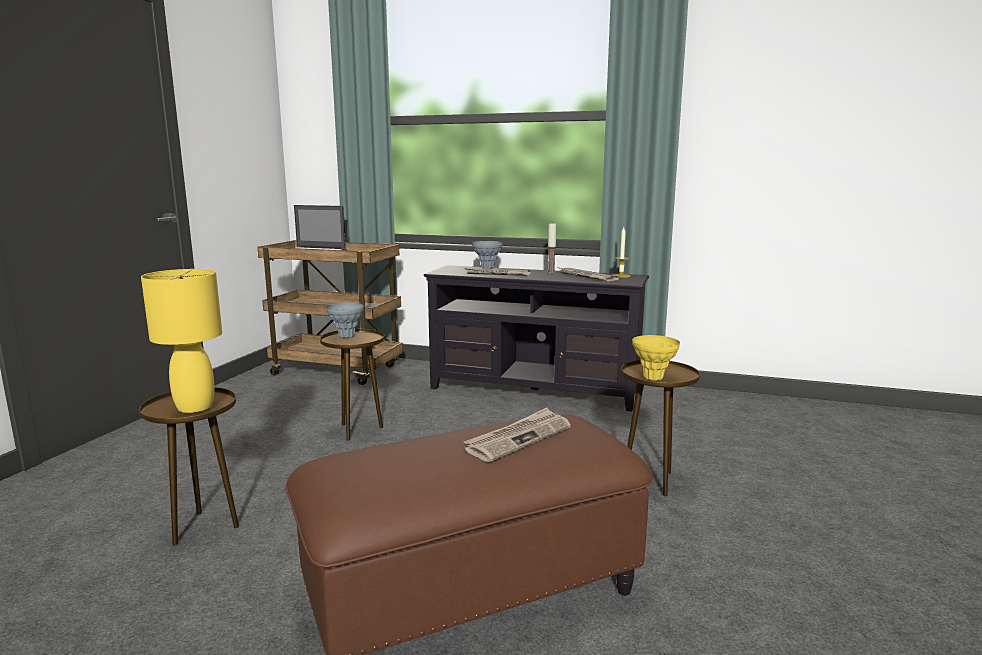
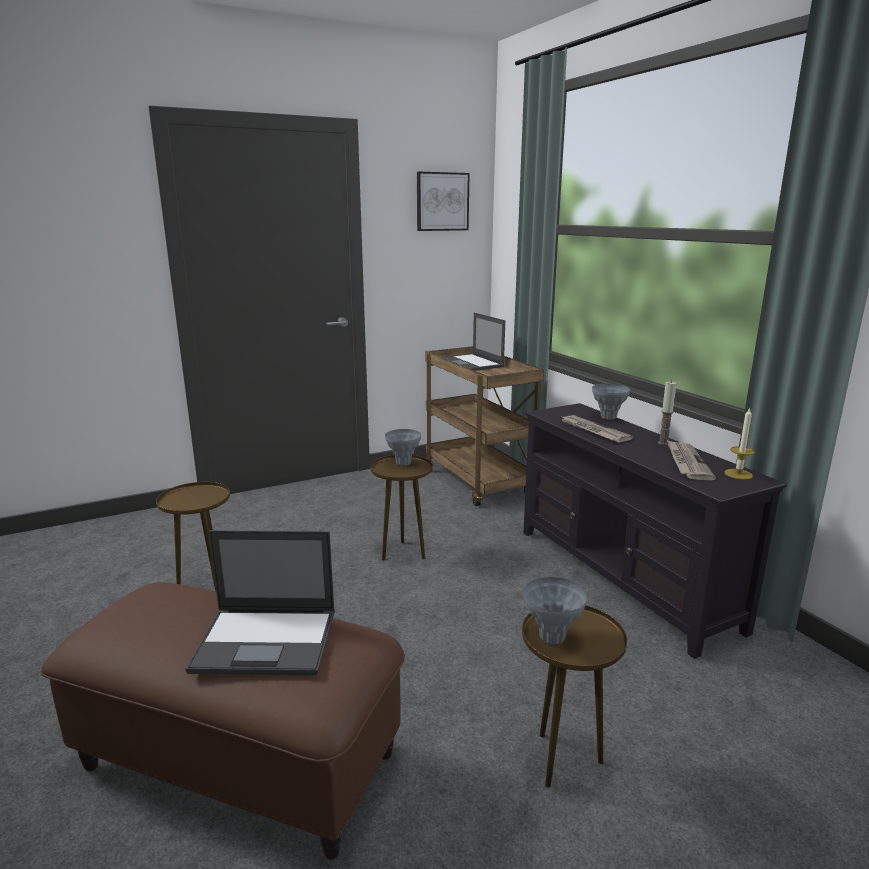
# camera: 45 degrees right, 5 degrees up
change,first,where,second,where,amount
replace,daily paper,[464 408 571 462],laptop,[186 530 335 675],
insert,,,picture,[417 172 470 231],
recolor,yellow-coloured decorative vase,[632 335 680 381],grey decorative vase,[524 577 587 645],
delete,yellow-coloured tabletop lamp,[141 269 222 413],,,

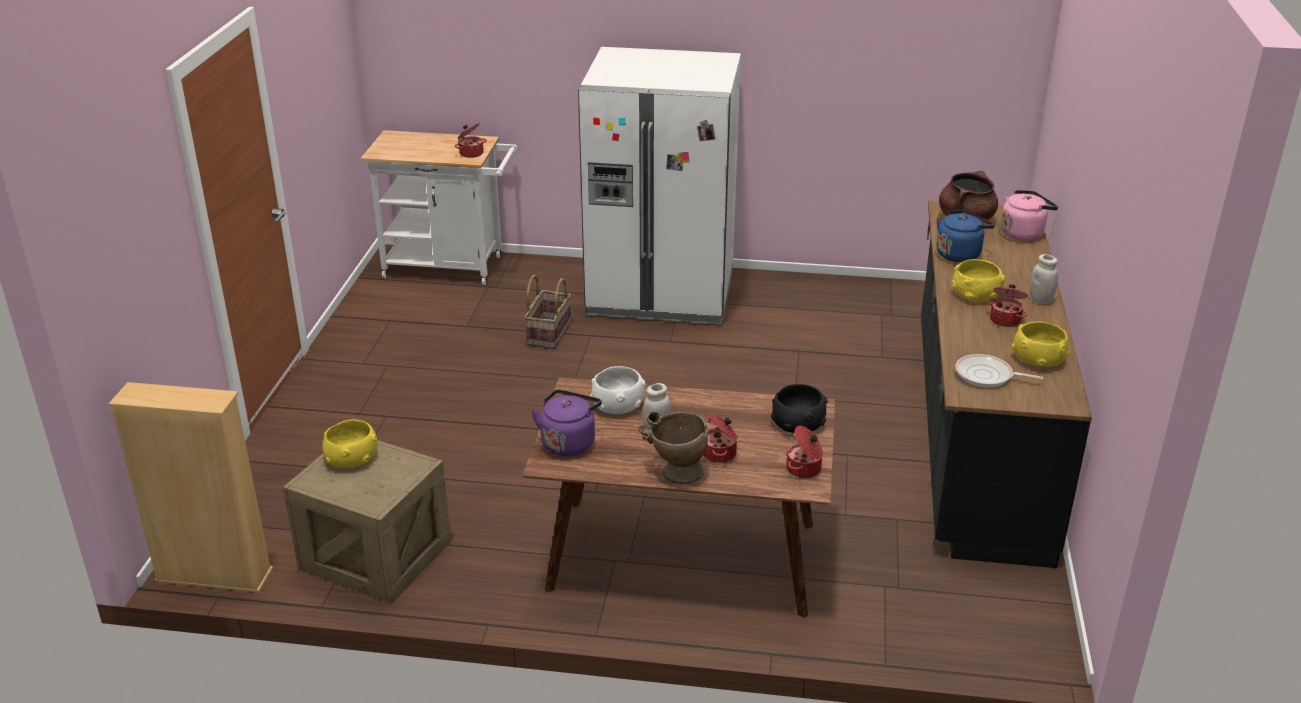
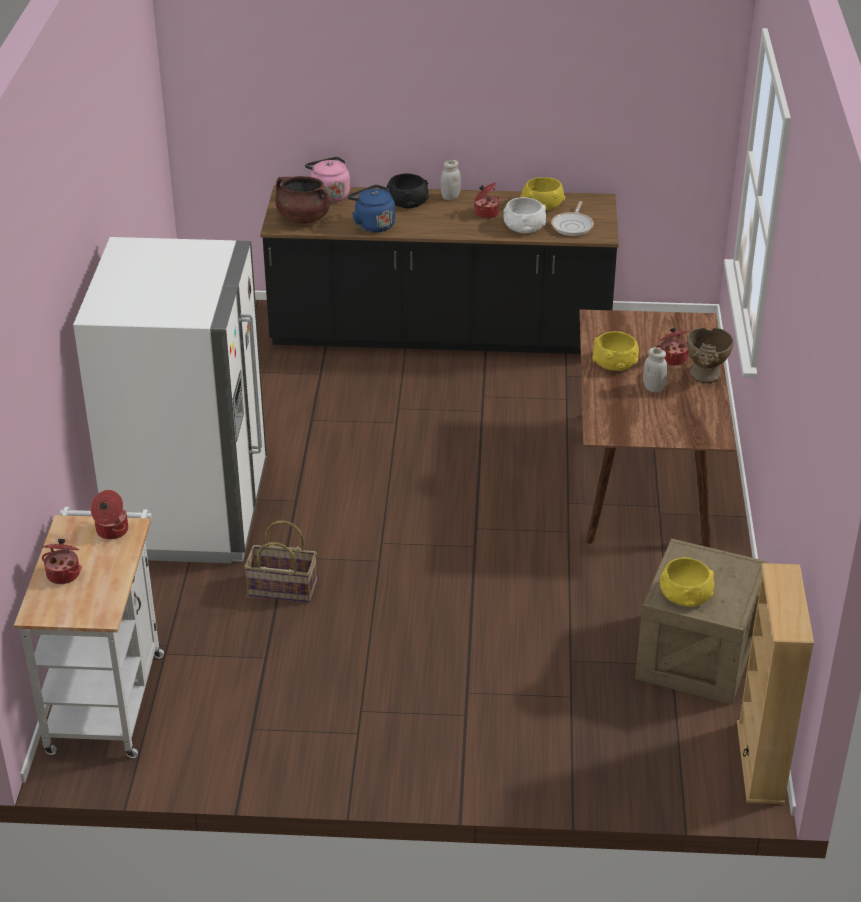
# camera: 95 degrees left, 5 degrees up
change,first,where,second,where,amount
move,saucepot,[786 426 823 478],,[42 539 82 584],
move,black serving bowl,[770 384 828 433],,[387 173 429 208],
move,white-coloured serving bowl,[590 366 645 414],,[503 197 546 233],
move,yellow-coloured serving bowl,[952 259 1006 302],,[592 331 639 371],
delete,purple-coloured water kettle,[531 390 602 456],,,

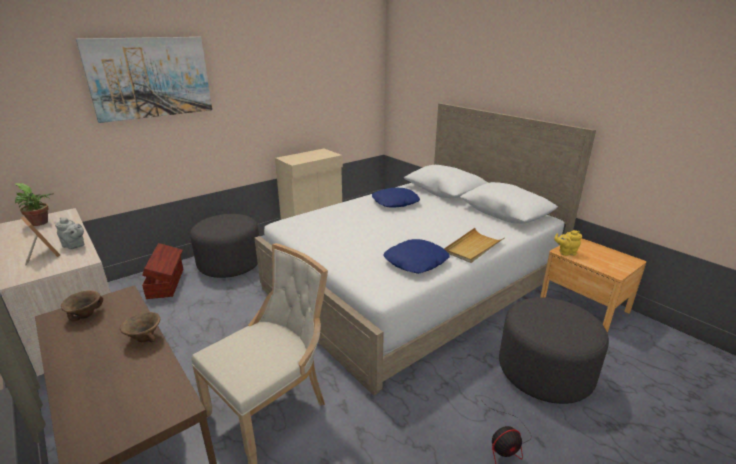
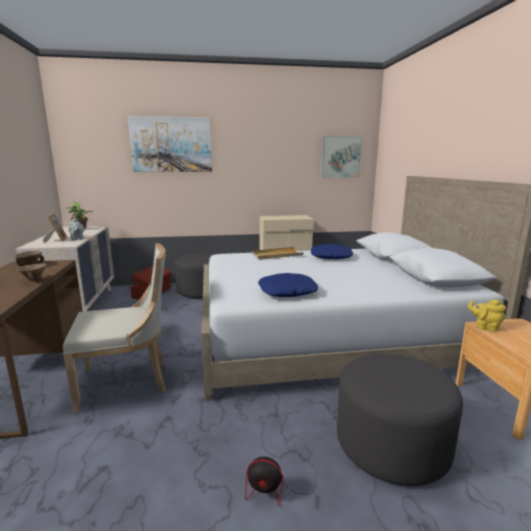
# camera: 30 degrees right, 10 degrees down
change,first,where,second,where,amount
move,sand-coloured serving tray,[444 228 505 263],,[252 247 304 260],
insert,,,picture,[321 136 363 178],

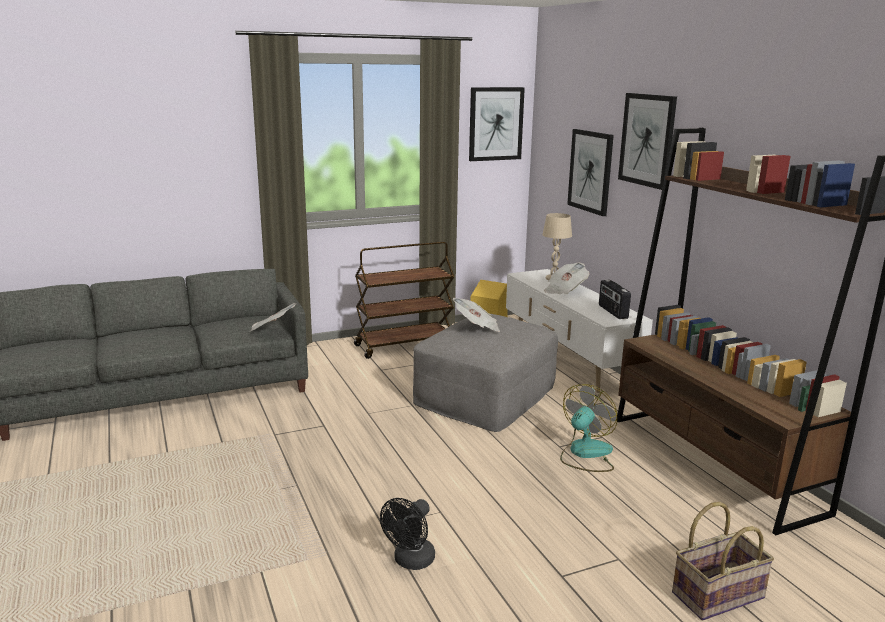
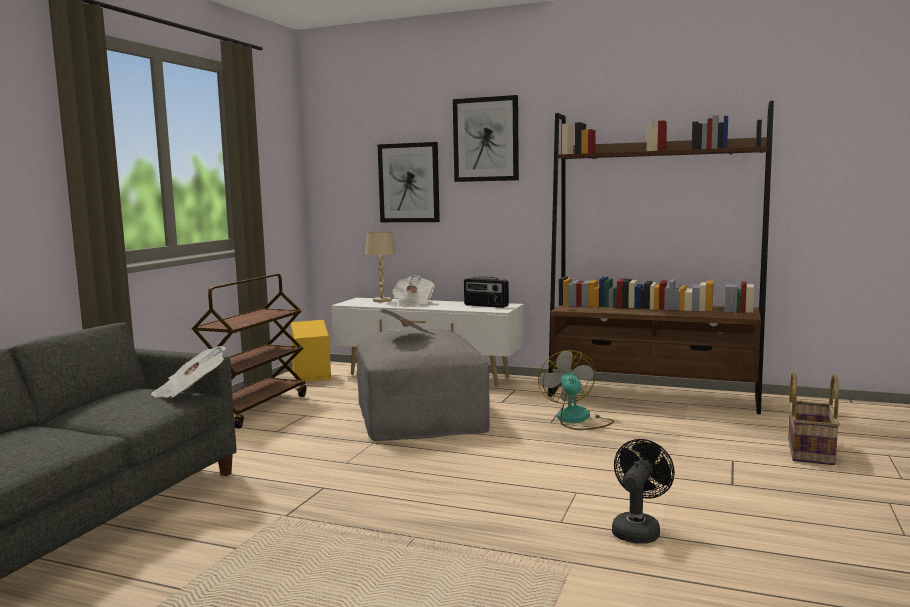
# camera: 45 degrees left, 10 degrees down
change,first,where,second,where,amount
rotate,black electric fan,[380 498 435 570],,[612 439 675 543],135 degrees counterclockwise
delete,picture,[469 87 525 161],,,

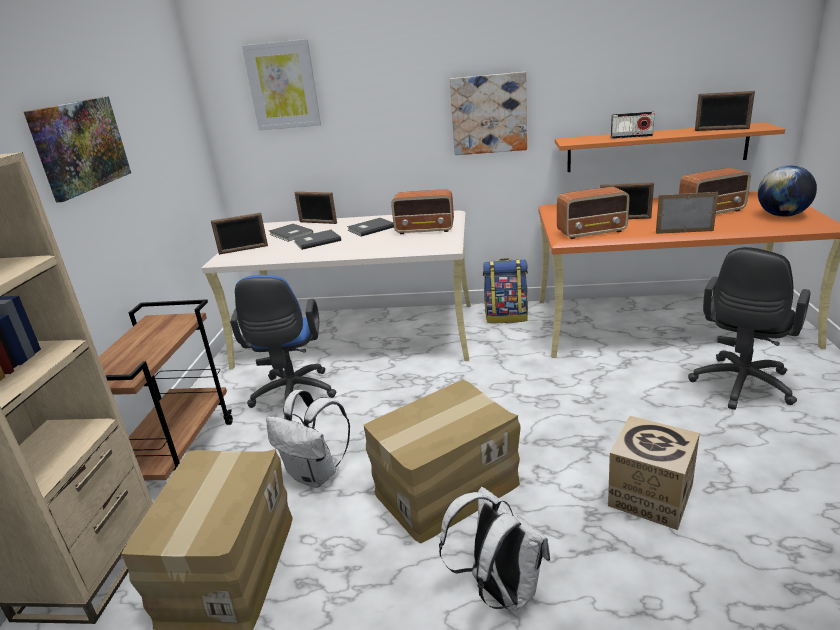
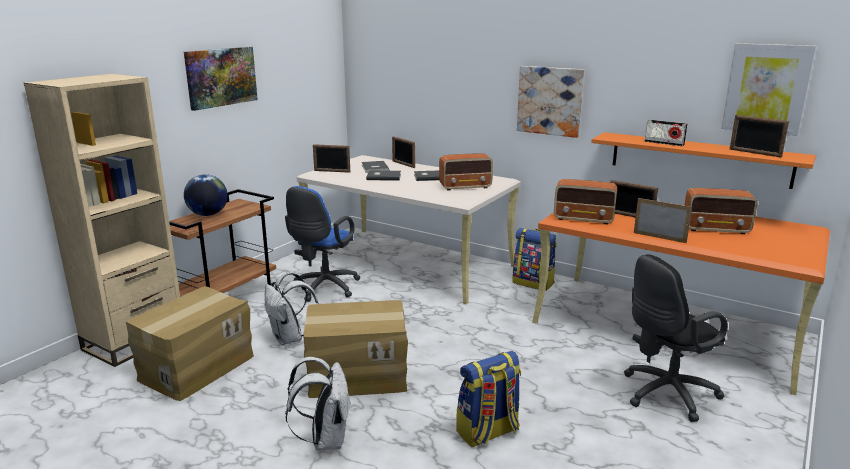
# camera: 25 degrees right, 5 degrees down
change,first,where,second,where,amount
move,world globe,[758 165 817 217],,[184 174 228 216],
rotate,radio receiver,[391 190 454 234],,[439 153 493 191],45 degrees counterclockwise
replace,carton,[608 416 700 530],backpack,[457 351 521 447],
move,picture,[242 39 321 130],,[721 43 816 136],

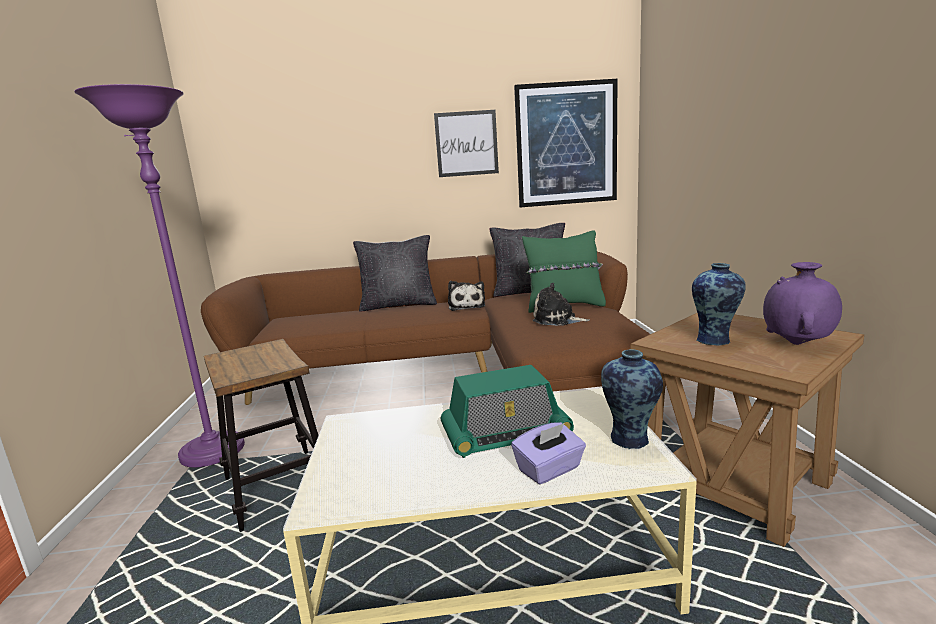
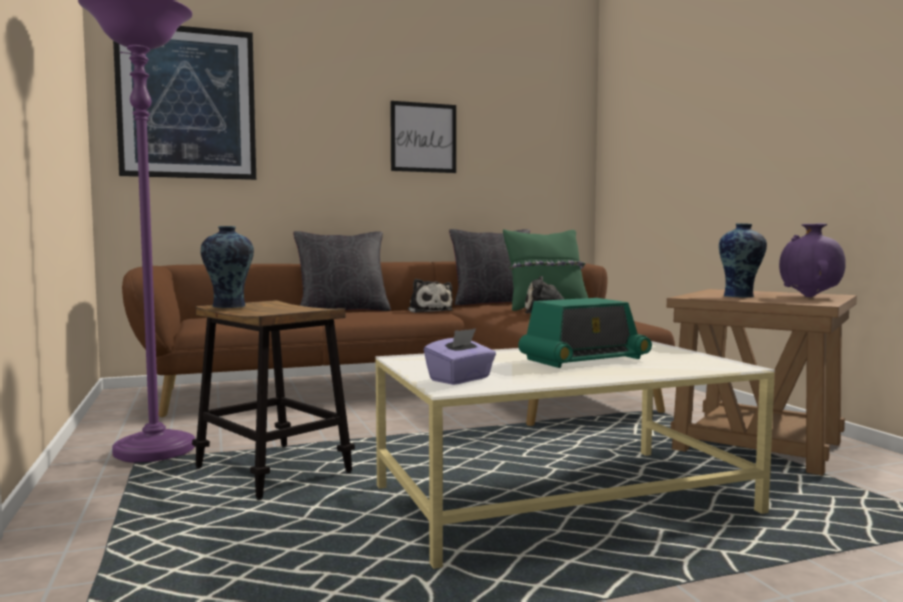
# camera: 15 degrees left, 10 degrees down
change,first,where,second,where,amount
move,picture,[514 79 617 207],,[113 26 256 180],
move,decorative vase,[601 349 663 449],,[200 226 254 308],
move,purple-coloured box of tissues,[511 422 586 485],,[424 328 496 385],

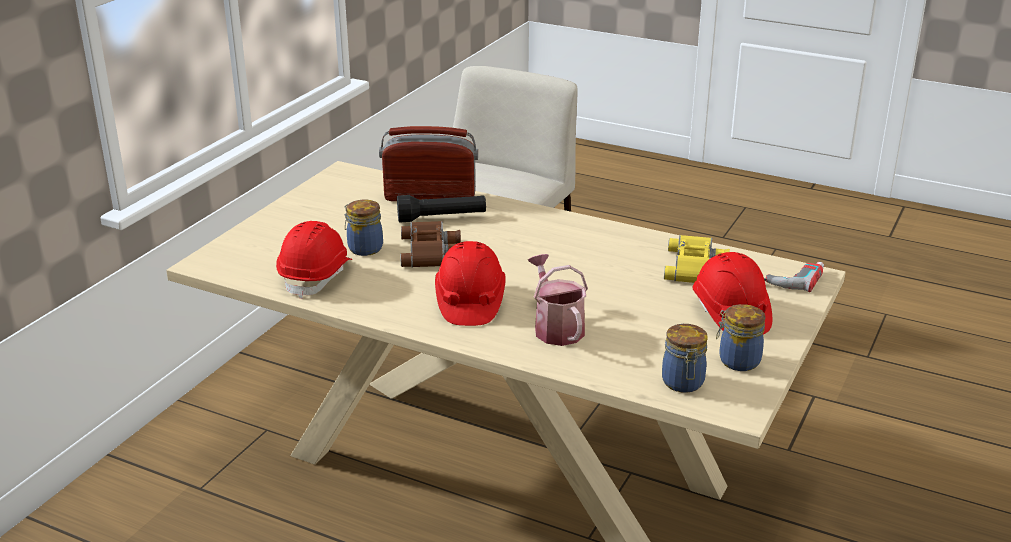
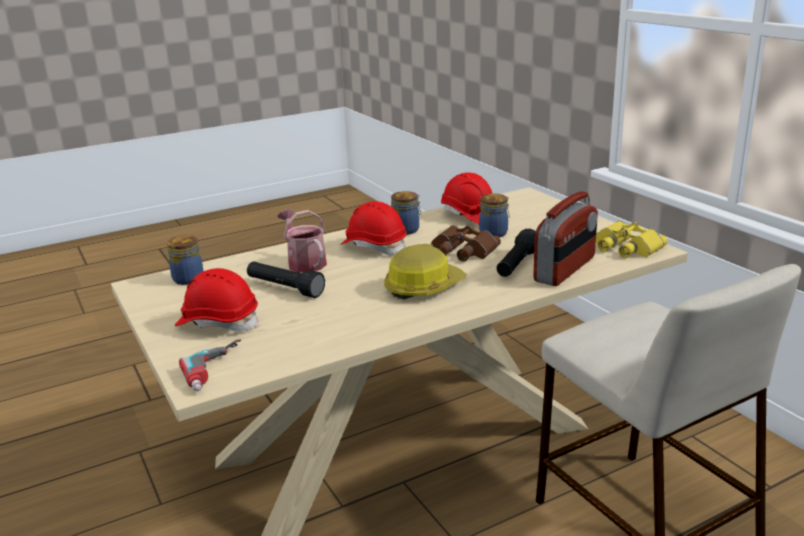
# camera: 125 degrees right, 5 degrees down
change,first,where,second,where,amount
insert,,,black hand torch,[247 261 325 298],
rotate,watering can,[528 254 588 346],,[277 210 327 273],135 degrees counterclockwise
insert,,,work helmet,[384 244 467 299],
move,jar,[716 304 765 371],,[391 191 421 235],
move,yellow-coloured field glasses,[664 235 730 283],,[596 221 668 258],

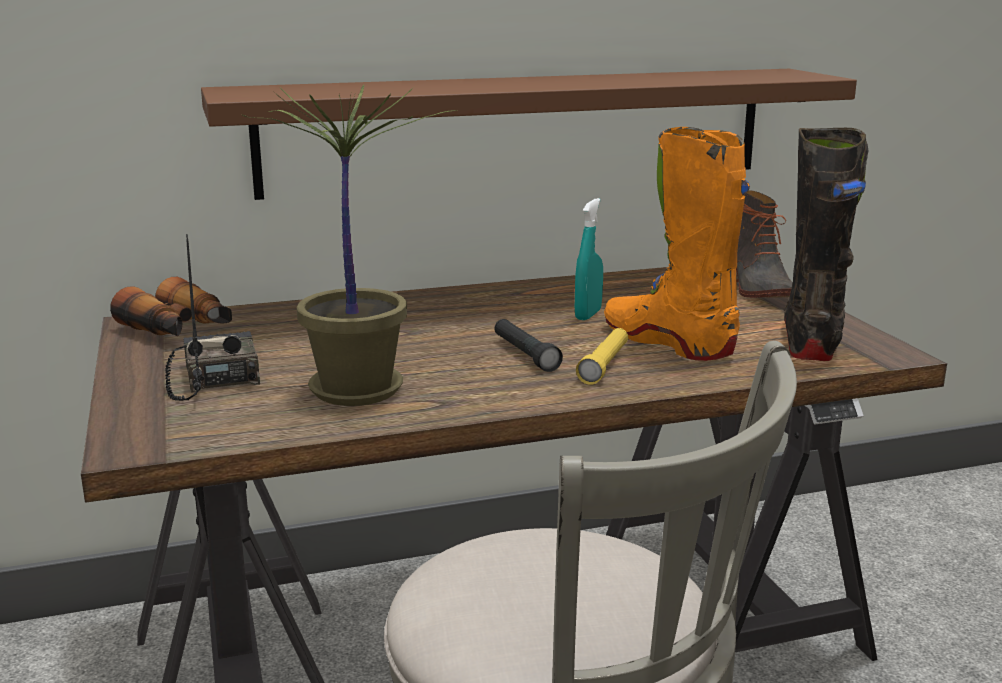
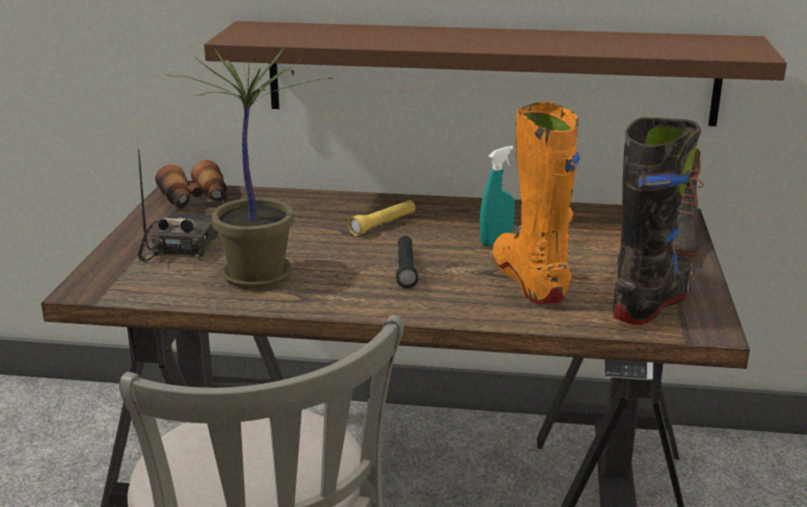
# camera: 25 degrees right, 5 degrees up
change,first,where,second,where,amount
move,yellow-coloured hand torch,[576 328 628 385],,[348 200 415 236],

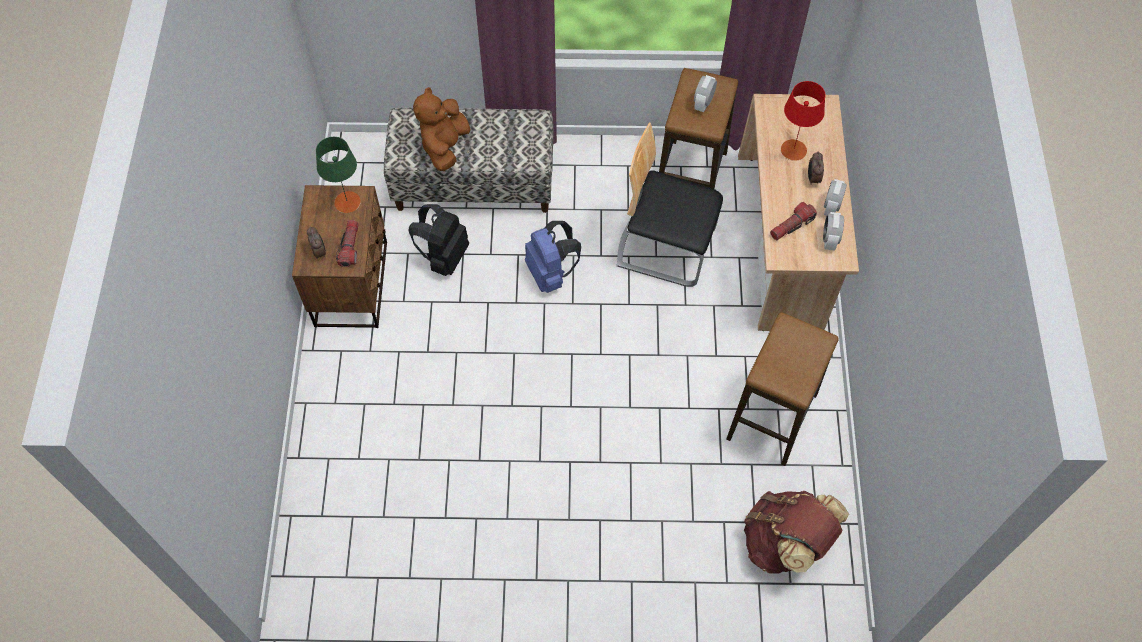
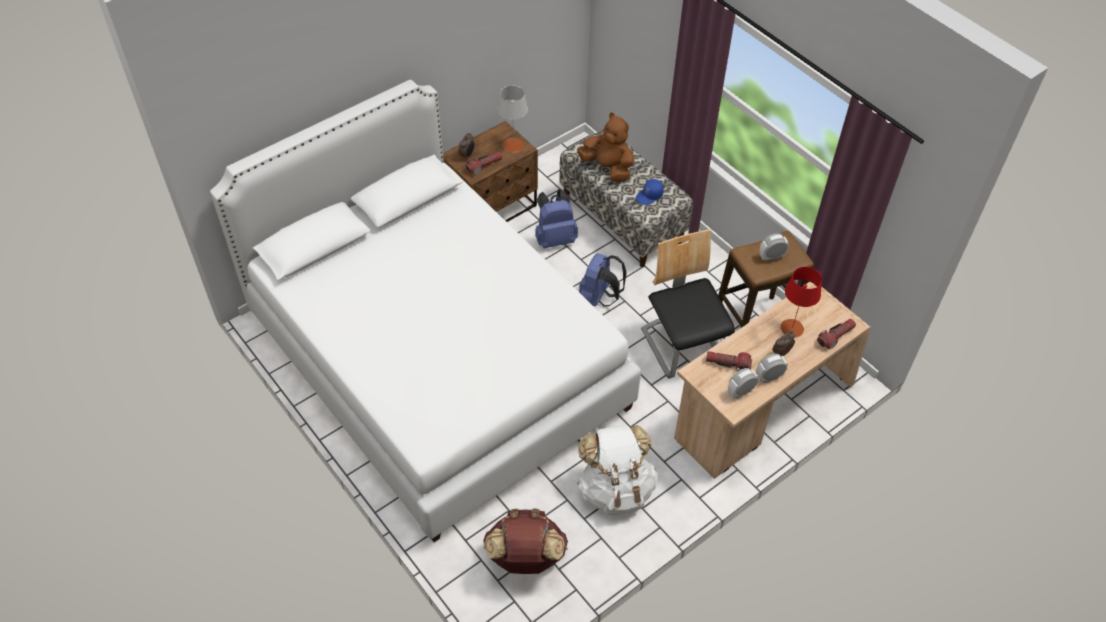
# camera: 50 degrees right, 10 degrees down
change,first,where,second,where,amount
insert,,,white-coloured bed,[210 80 641 542],
recolor,green tabletop lamp,[316 137 361 213],grey tabletop lamp,[497 86 528 152],
recolor,black backpack,[409 204 469 276],blue backpack,[535 189 578 248],
rotate,brownish plush toy,[413 87 470 171],,[577 112 634 182],60 degrees clockwise
replace,stool,[726 312 839 466],white-coloured backpack,[578 425 658 515],
insert,,,blue cap,[636 179 664 205],
insert,,,hand torch,[817 319 856 350],

